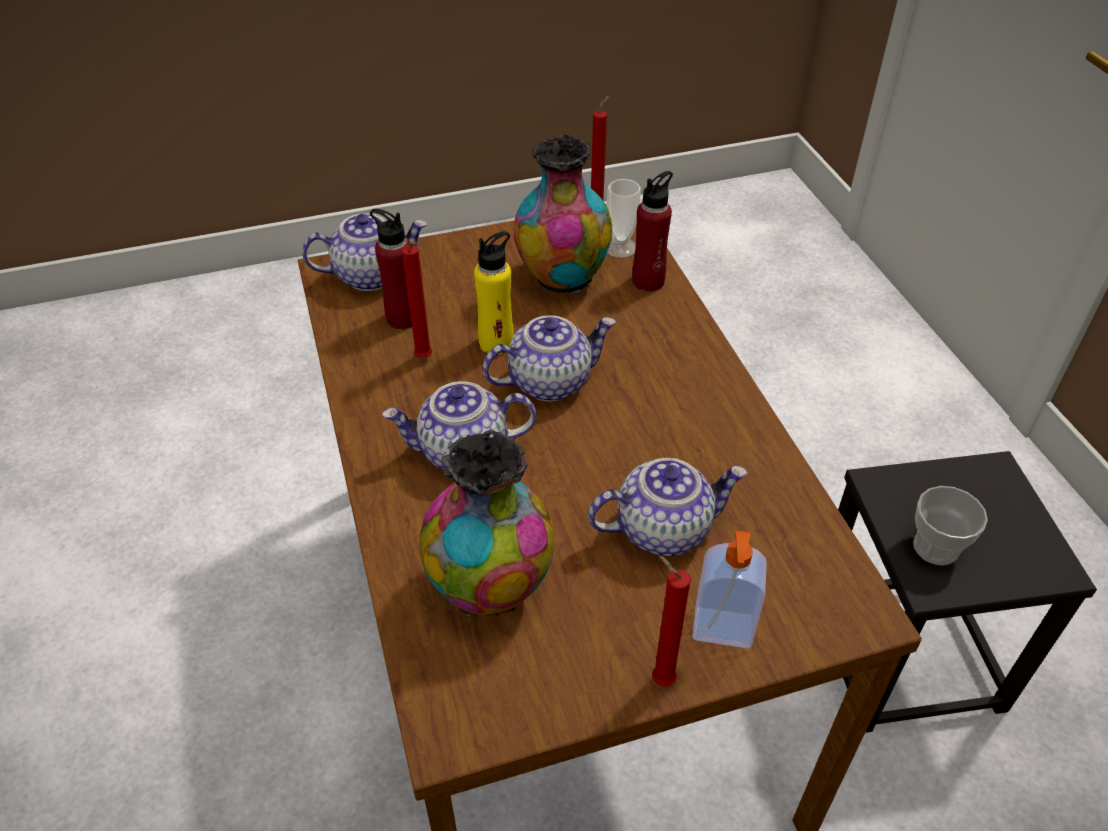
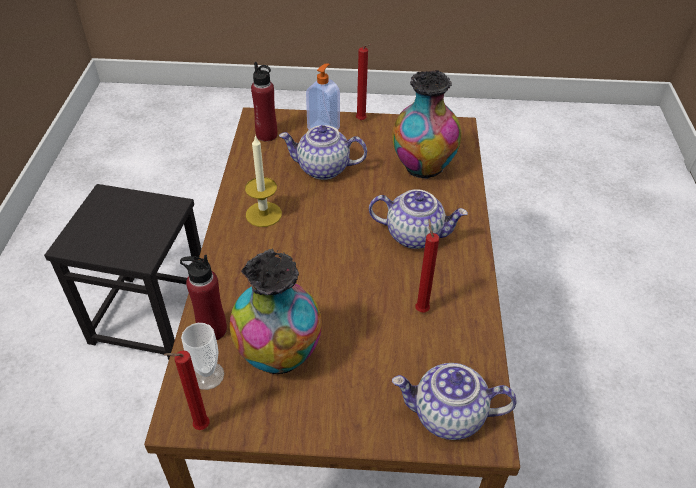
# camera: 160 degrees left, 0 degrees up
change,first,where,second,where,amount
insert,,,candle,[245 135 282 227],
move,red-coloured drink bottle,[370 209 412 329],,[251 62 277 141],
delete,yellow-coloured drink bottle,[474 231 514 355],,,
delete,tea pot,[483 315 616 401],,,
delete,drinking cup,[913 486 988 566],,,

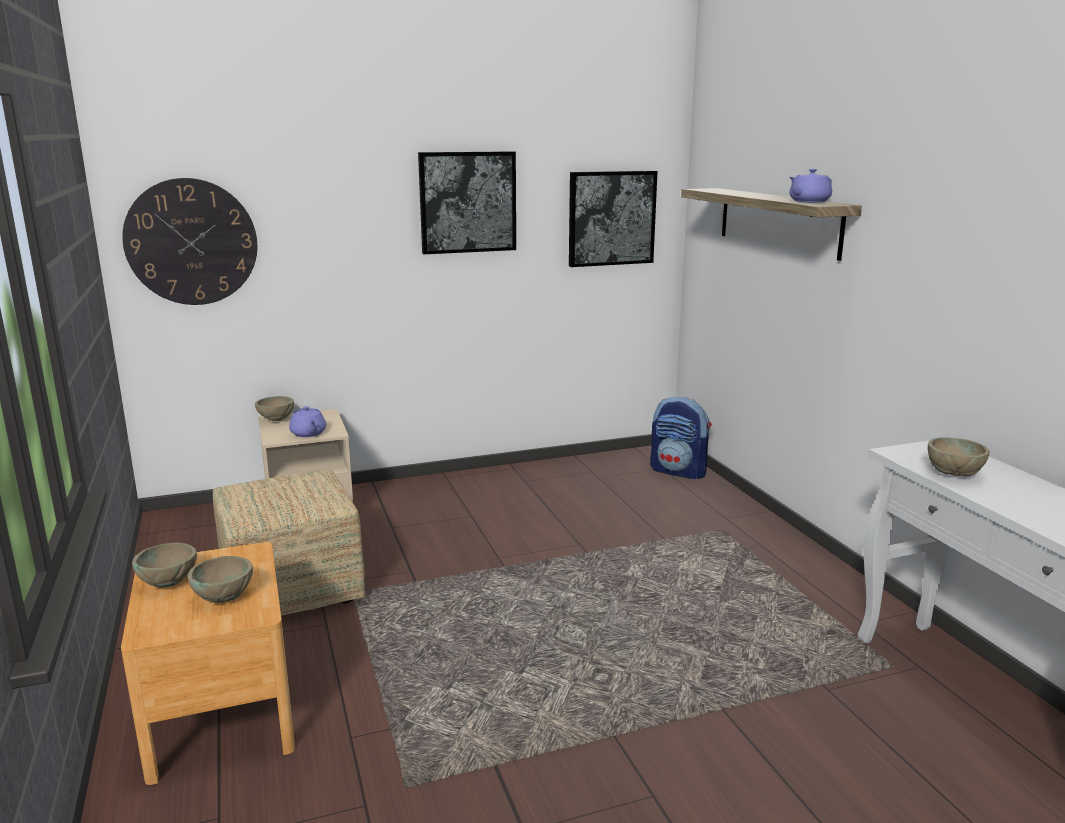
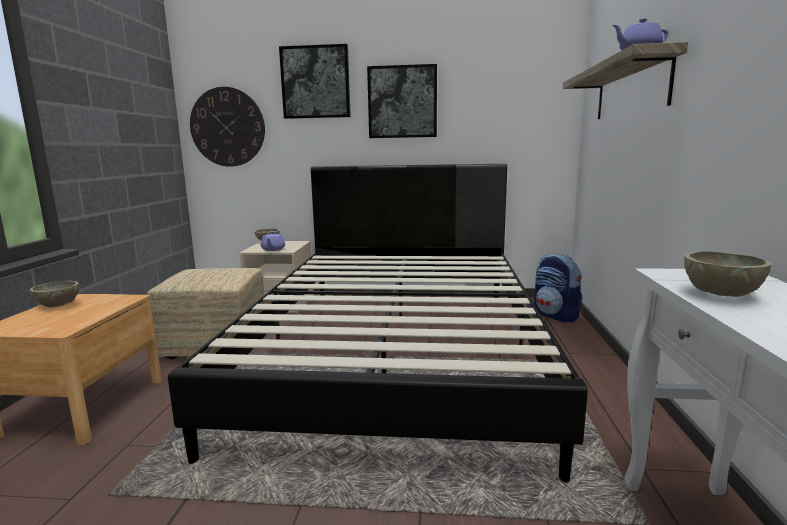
# camera: 25 degrees right, 5 degrees down
change,first,where,second,where,amount
insert,,,black bed,[168 164 588 482],
move,picture,[569 171 657 267],,[279 44 351 119],
delete,sand-coloured serving bowl,[188 556 253 603],,,

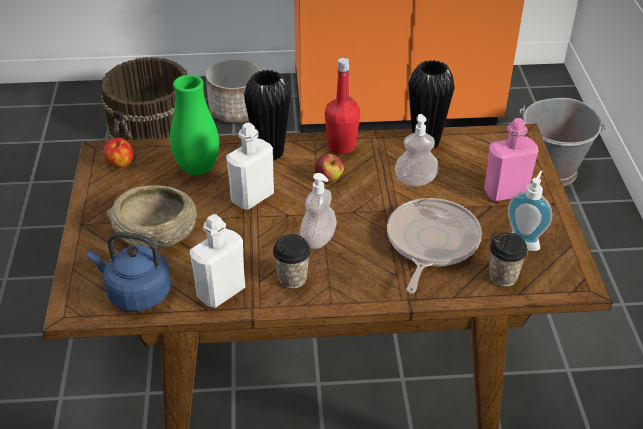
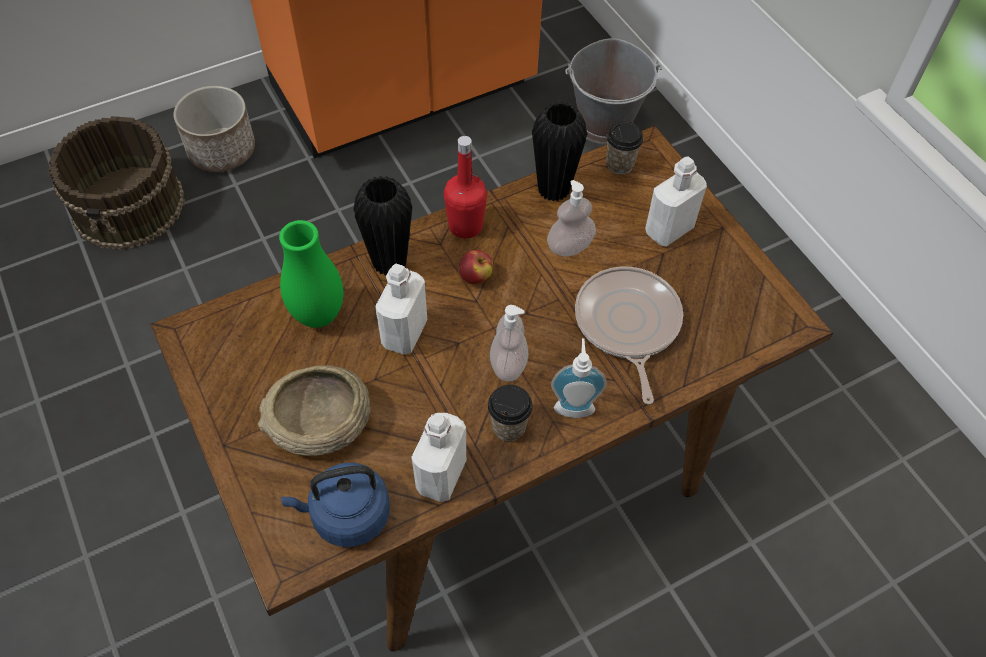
# camera: 25 degrees left, 15 degrees up
change,first,where,second,where,amount
move,liquid soap bottle,[508 171 553 251],,[551 338 607 418],
move,drinking cup,[489 232 528 287],,[606 121 643 174],
recolor,pink drink bottle,[484 118 538 201],white-coloured drink bottle,[645 156 707 247],
delete,apple,[103 137 133 168],,,

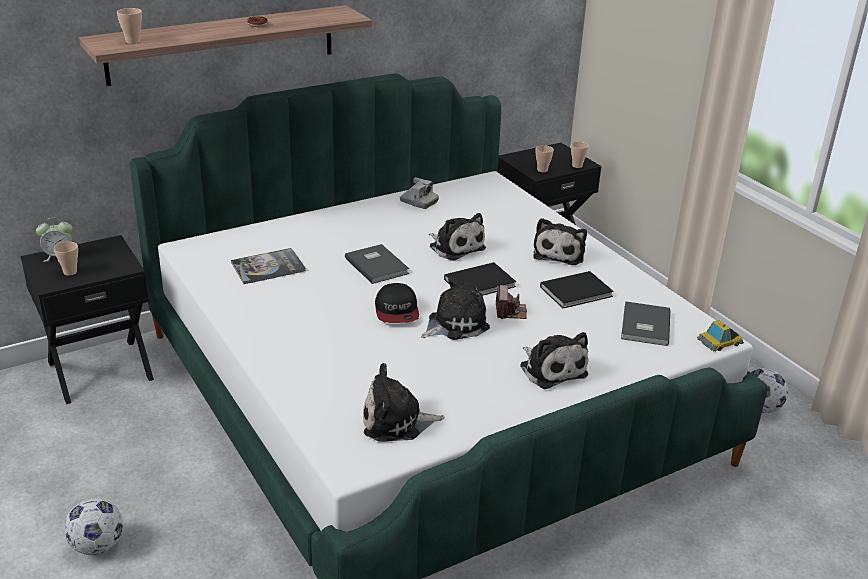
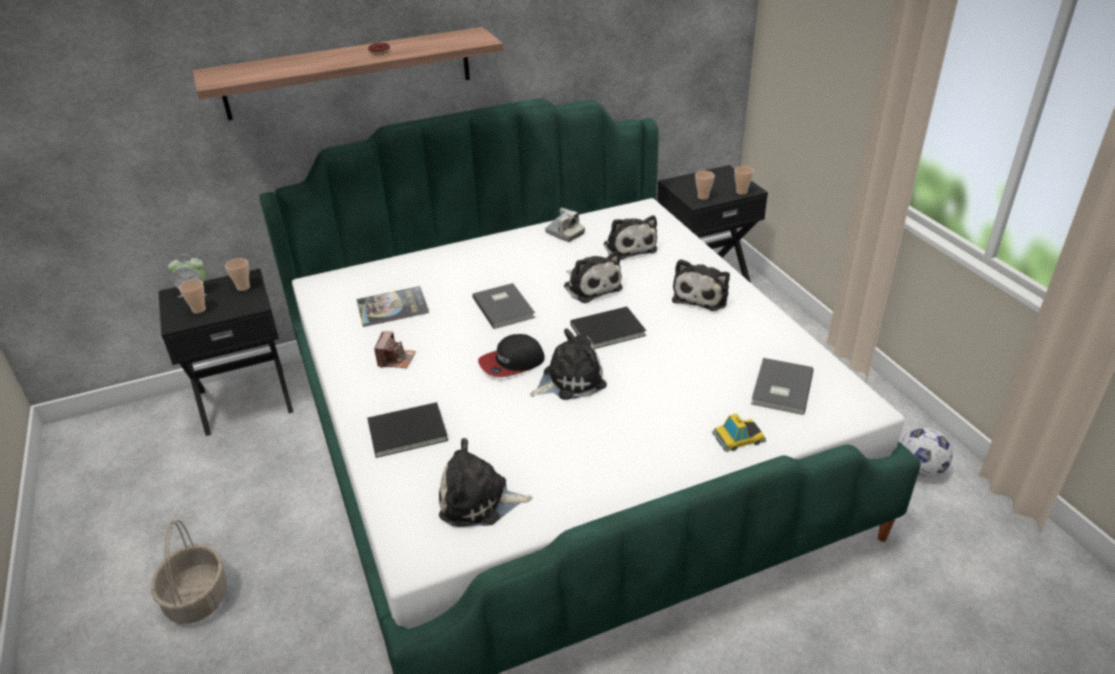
# camera: 10 degrees right, 5 degrees up
change,first,where,second,where,amount
replace,football ball,[64 498 123 555],basket,[151 520 227 624],
move,drinking cup,[117 8 142 44],,[225 258 250 291],
move,black book,[540 271 614 308],,[367 402 448 458],
move,still camera,[496 285 527 319],,[374 331 416 368],
rotate,cap,[375 283 419 323],,[478 334 545 377],60 degrees clockwise
move,plush toy,[520 332 588 389],,[604 215 657 260],
move,miniature car,[697 320 744 352],,[712 414 766 452],

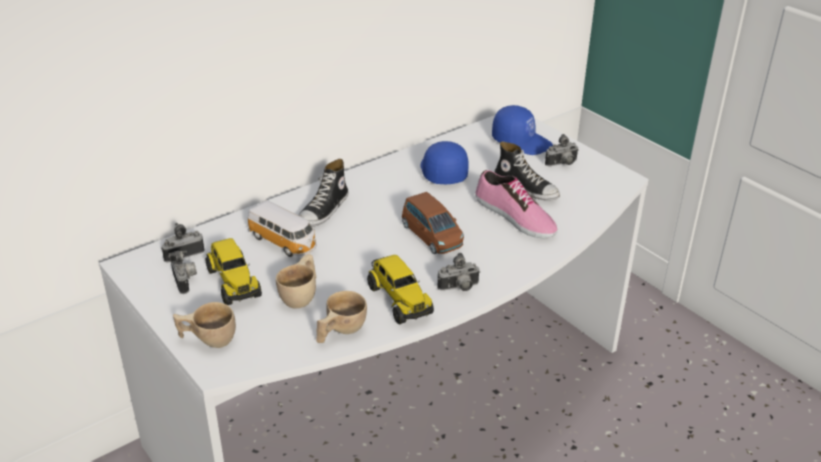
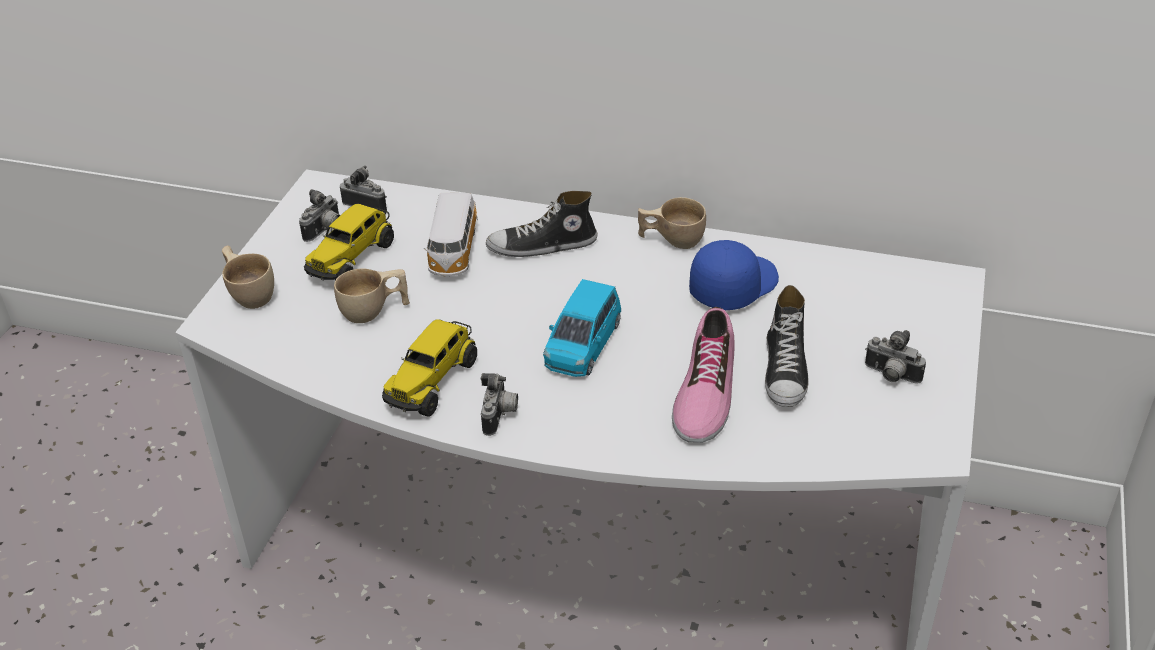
# camera: 55 degrees right, 5 degrees up
change,first,where,second,where,amount
rotate,still camera,[437 253 480 291],,[481 373 518 436],120 degrees counterclockwise
recolor,brownish miniature car,[402 192 464 254],blue miniature car,[543 279 621 377],
move,sand-coloured drinking cup,[316 291 367 343],,[638 197 706 249],
delete,blue cap,[492 105 553 155],,,

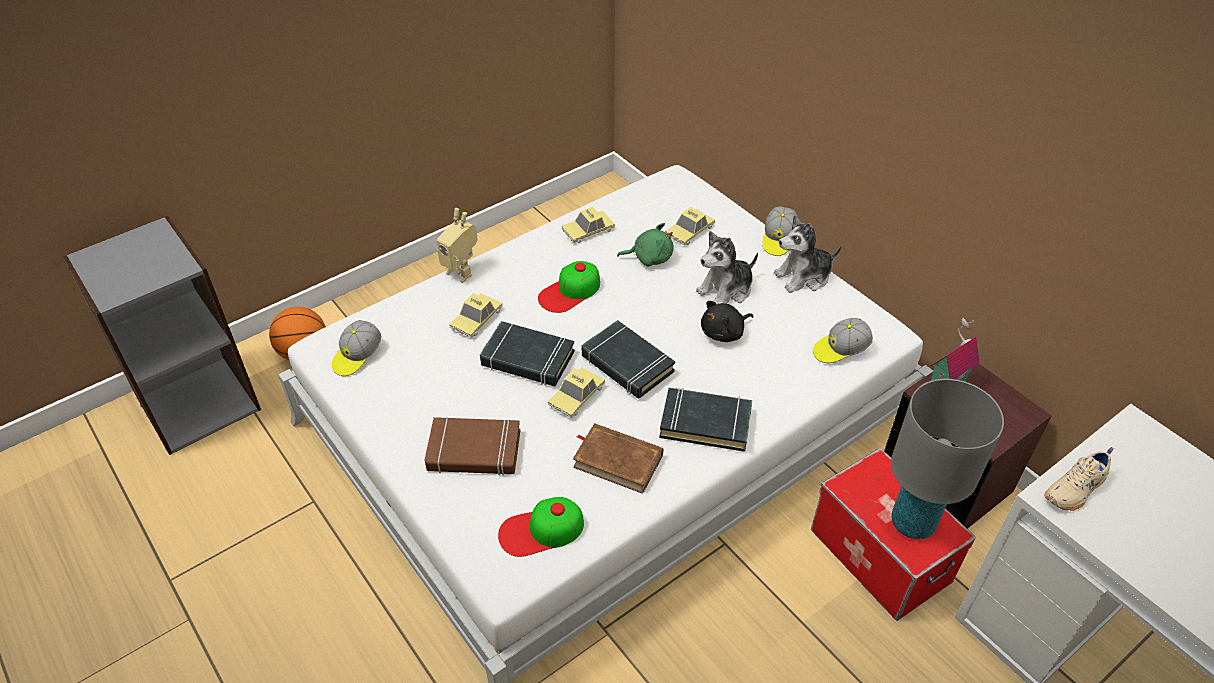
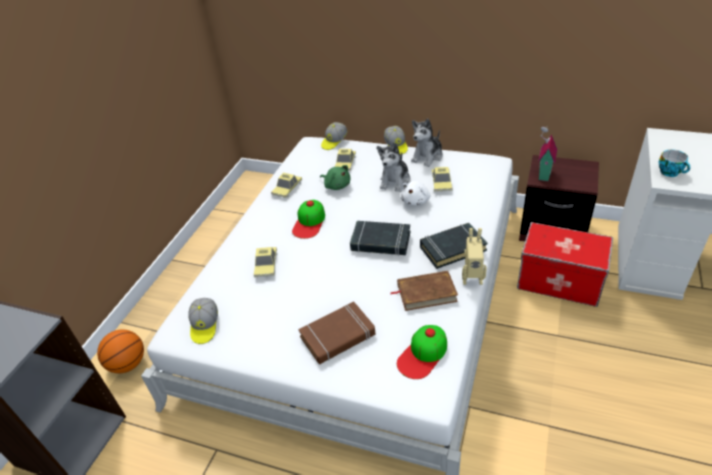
# camera: 30 degrees left, 5 degrees down
change,first,where,second,where,amount
rotate,green plush toy,[617 223 674 266],,[320 165 350 190],75 degrees clockwise
move,cap,[813 318 873 363],,[321 122 347 150],
recolor,black plush toy,[701 301 754 342],white-coloured plush toy,[401 181 430 205],
move,miniature car,[547 367 605 418],,[432 167 452 192],
move,model robot,[437 208 478 283],,[462 228 487 285],
replace,sand-coloured shoe,[1044 447 1114 511],drinking cup,[659 150 691 177],
delete,black book,[480 321 575 386],,,
delete,grey tabletop lamp,[891 379 1004 539],,,

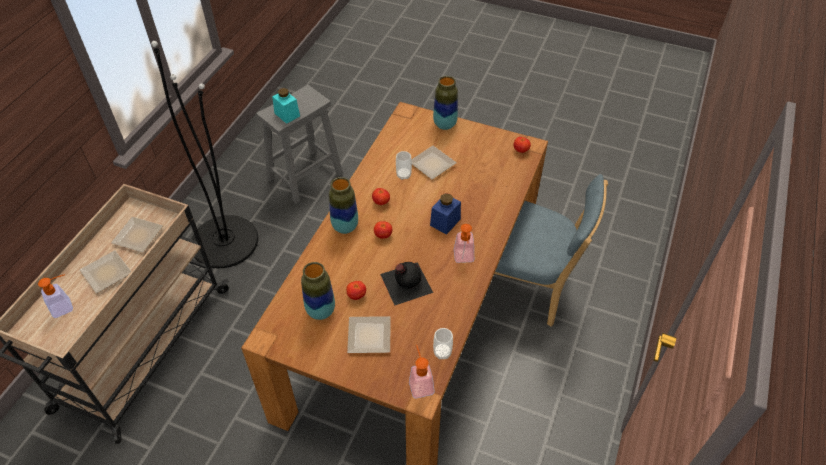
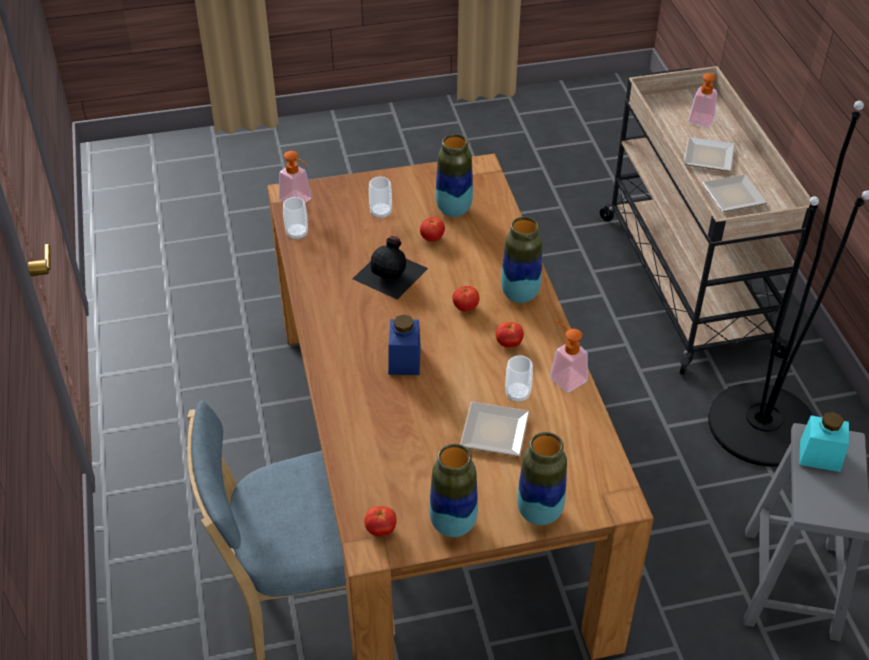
# camera: 145 degrees right, 5 degrees down
change,first,where,second,where,amount
replace,plate,[347 316 390 353],drinking cup,[369 177 392 219],
insert,,,decorative vase,[429 444 478 537],
move,liquid soap bottle,[454 224 474 263],,[550 319 588 392],

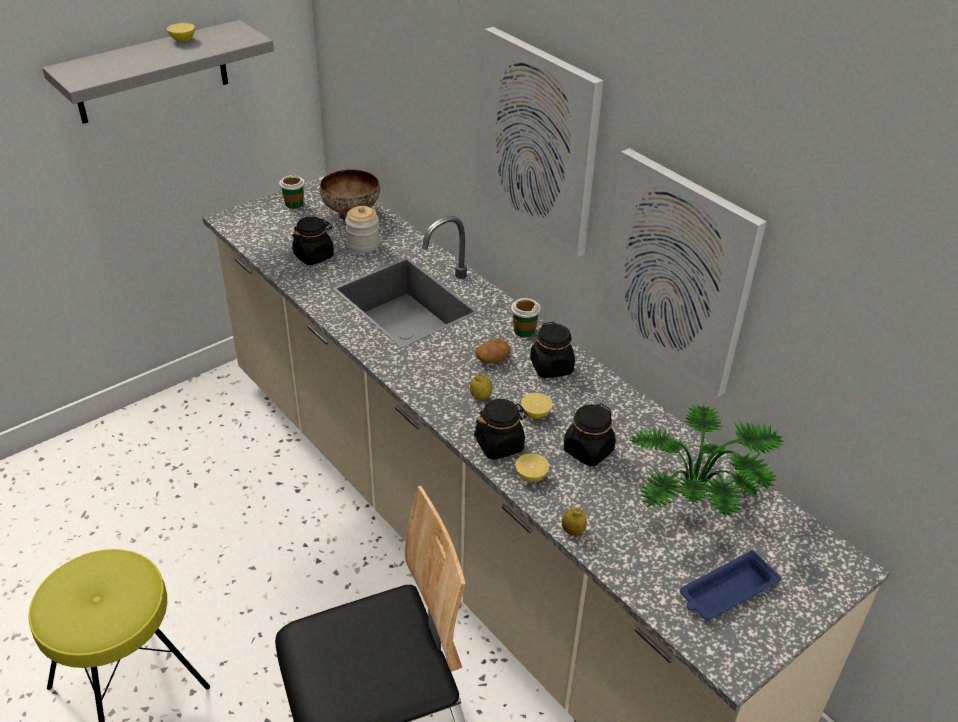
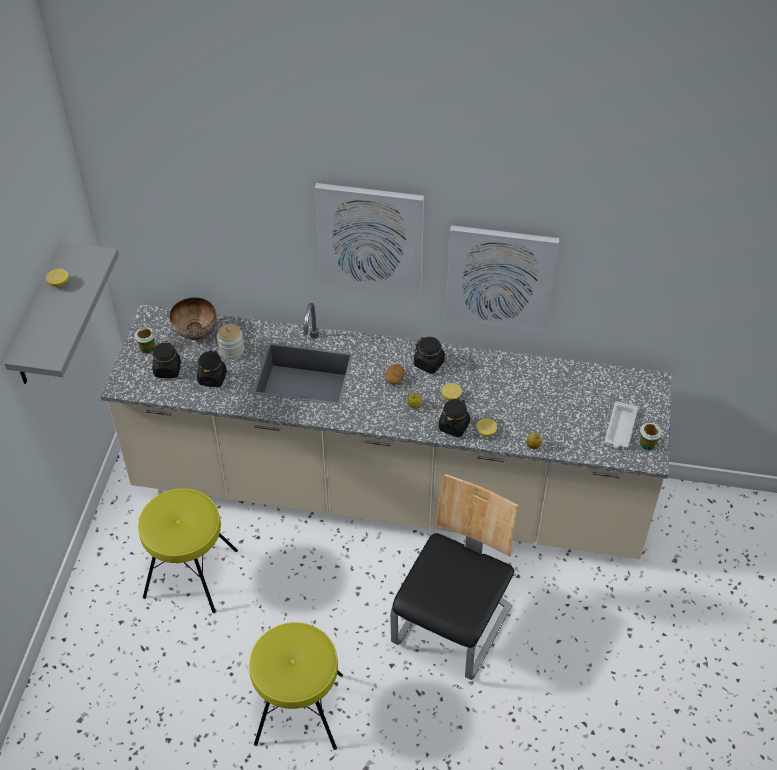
# camera: 40 degrees left, 10 degrees up
change,first,where,second,where,amount
insert,,,yellow-coloured stool,[138 488 238 613],
move,black jar,[564 404 616 466],,[152 341 181 378],
recolor,blue serving tray,[680 550 781 620],white-coloured serving tray,[605 401 638 448],
move,drinking cup,[511 298 541 338],,[640 423 662 450],
delete,plant in a pot,[630 404 784 517],,,

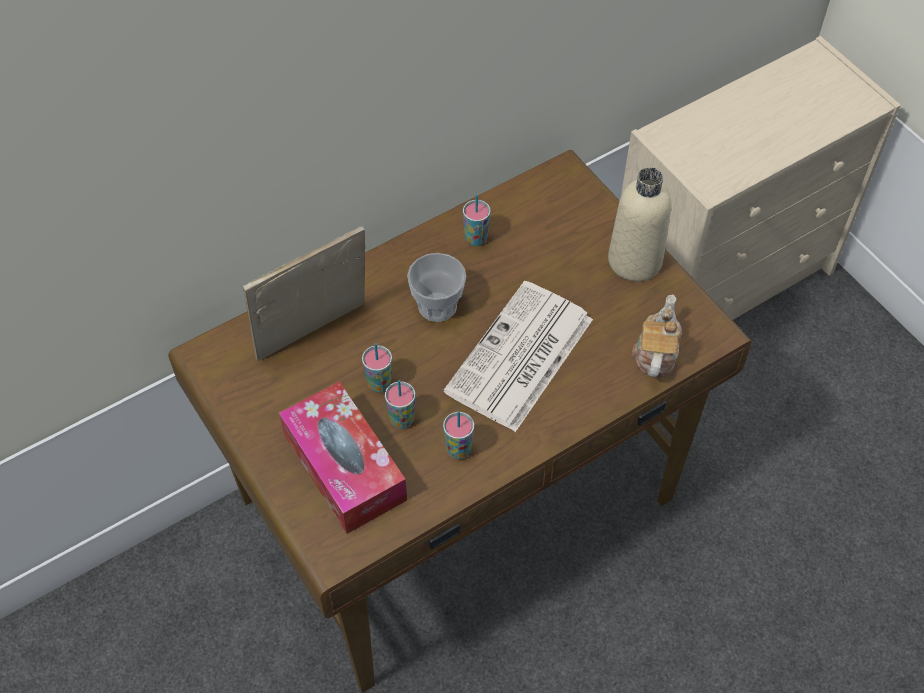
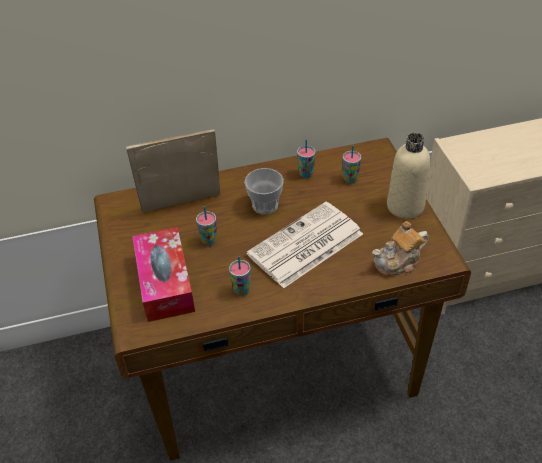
# camera: 20 degrees right, 10 degrees down
change,first,where,second,where,amount
move,drinking cup,[385 380 416 429],,[343 145 361 183],
rotate,tea pot,[632 294 682 377],,[373 221 429 275],150 degrees counterclockwise

